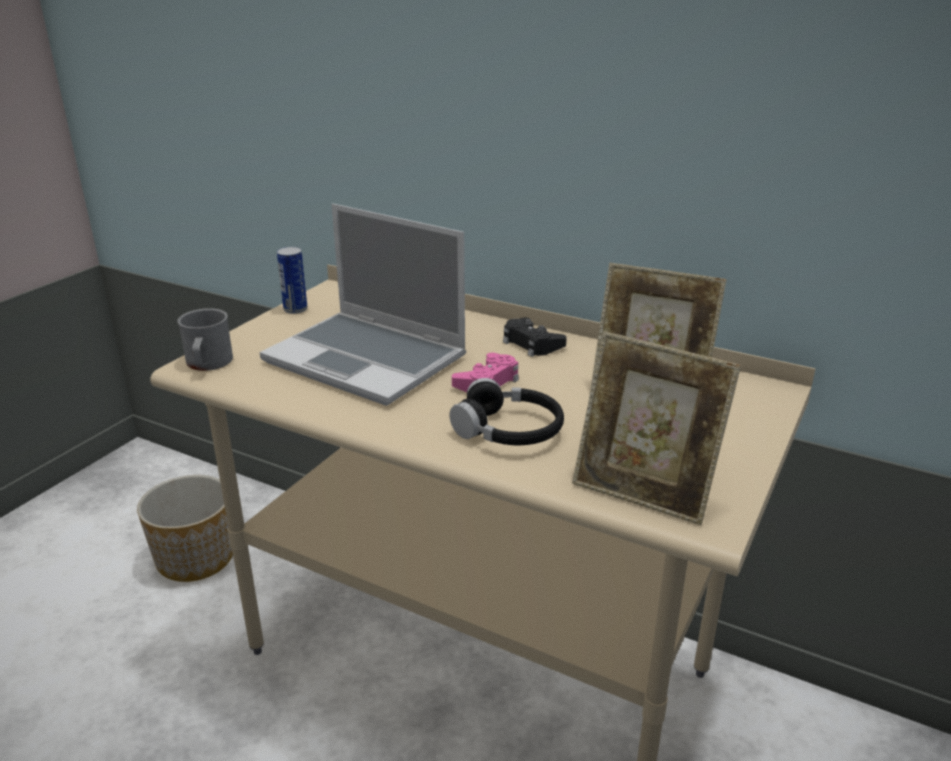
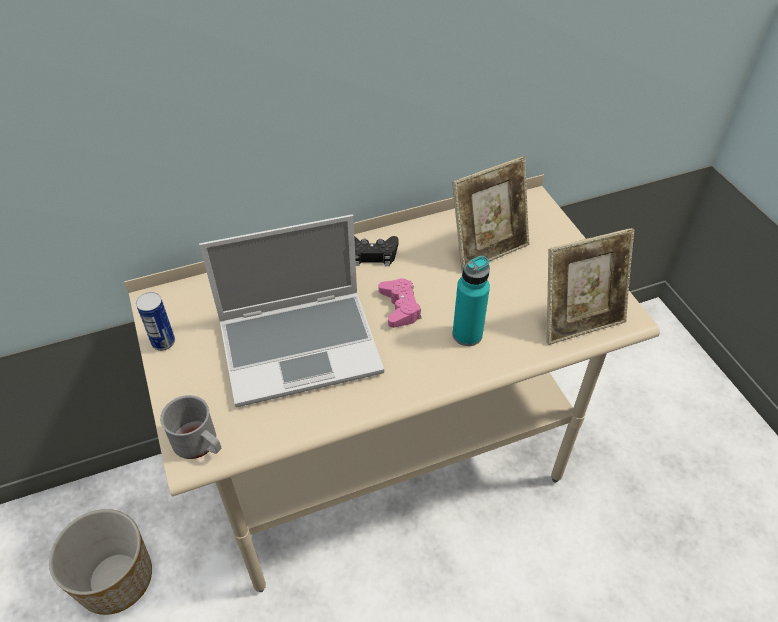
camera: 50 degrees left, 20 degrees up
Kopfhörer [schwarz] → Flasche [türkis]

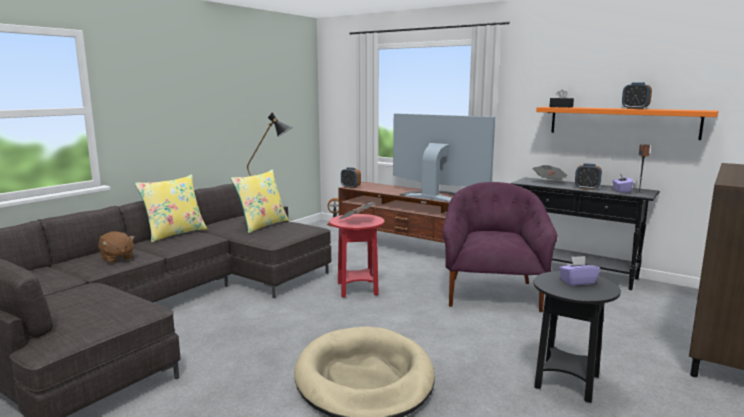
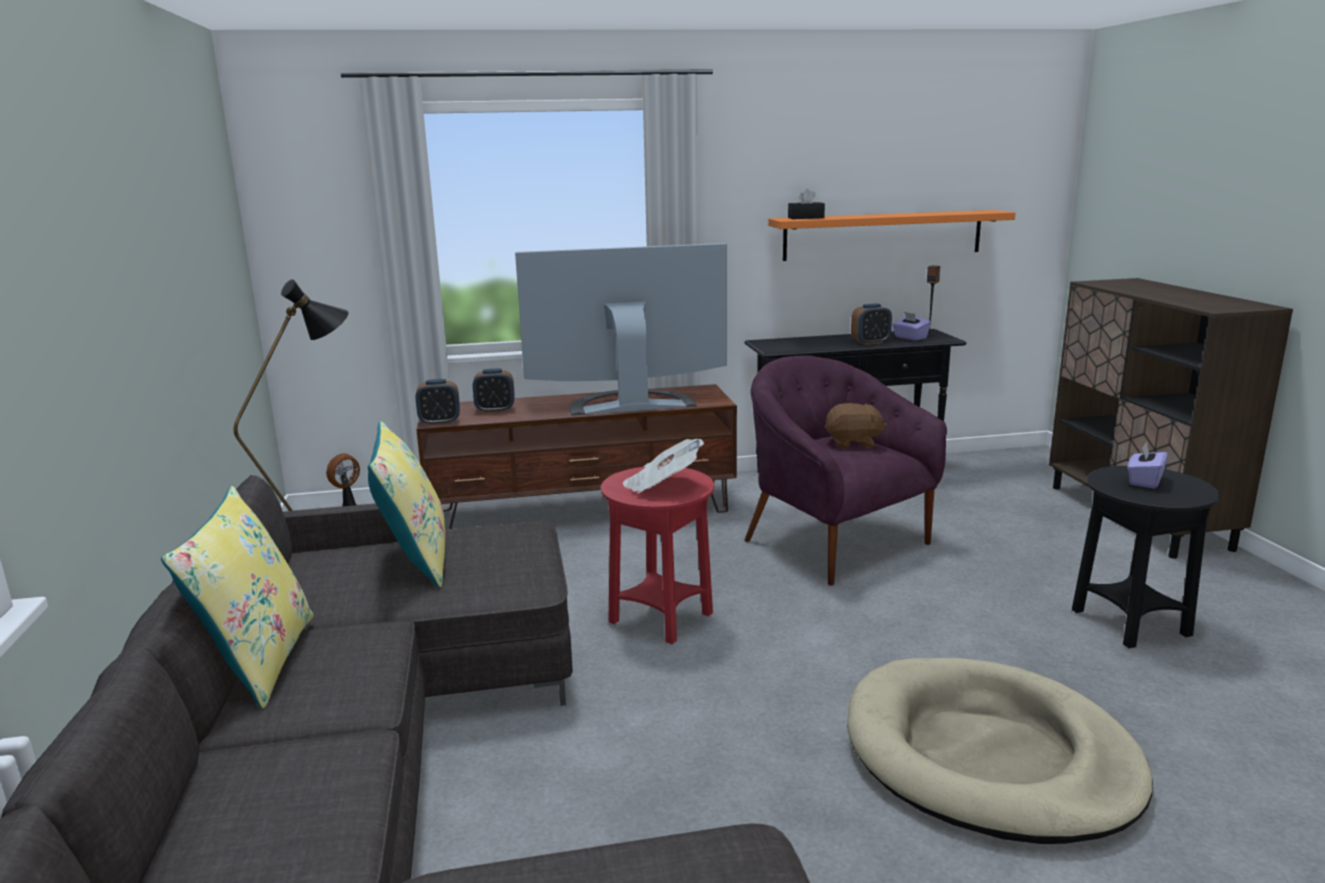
camera: 45 degrees left, 5 degrees up
Wecker (no. 3 from left in the first image) → Wecker (no. 2 from left), relocated
Plüschtier [braun], relocated
Zeitung (no. 2 from left) → -

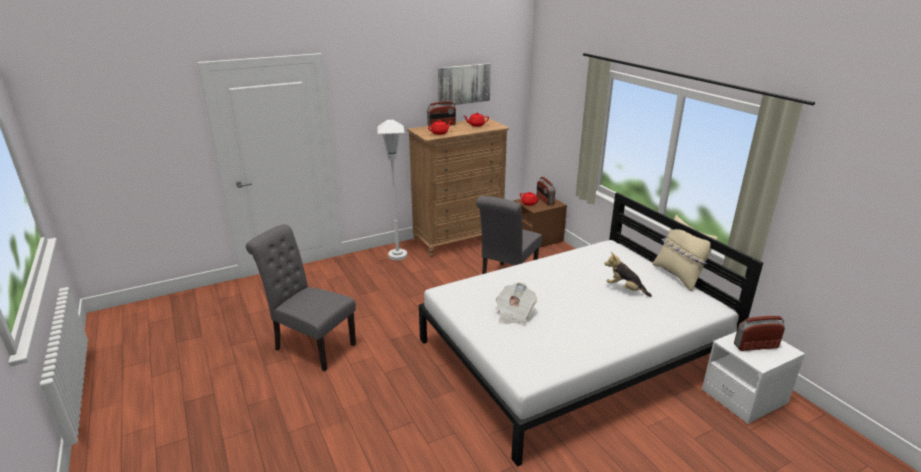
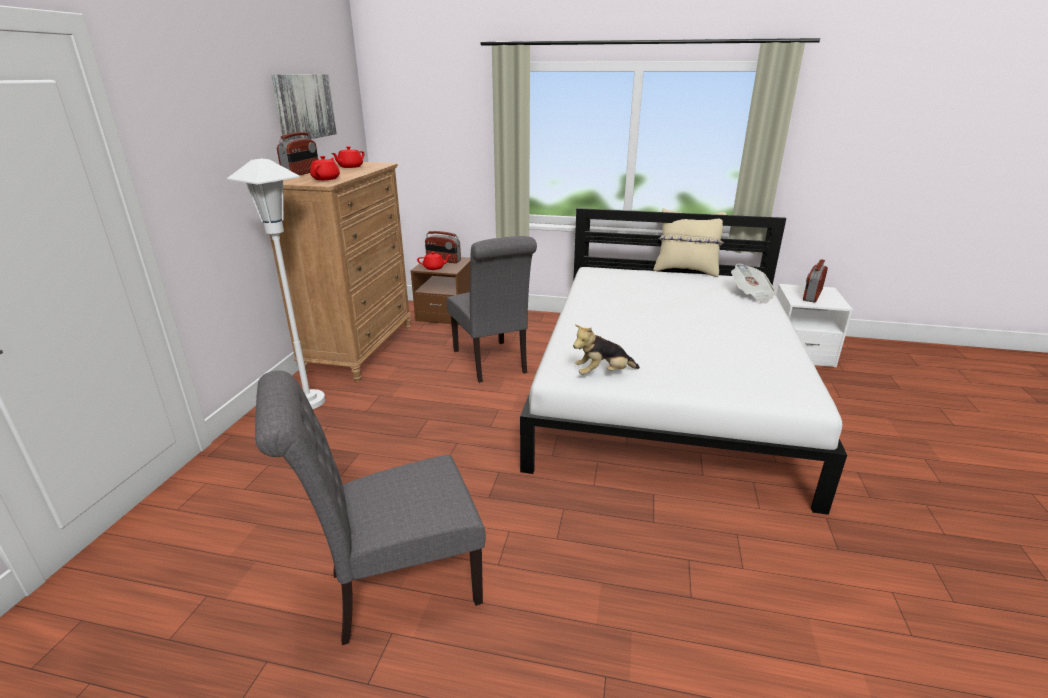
camera: 50 degrees left, 0 degrees up
Plüschtier, relocated
Zeitung, relocated

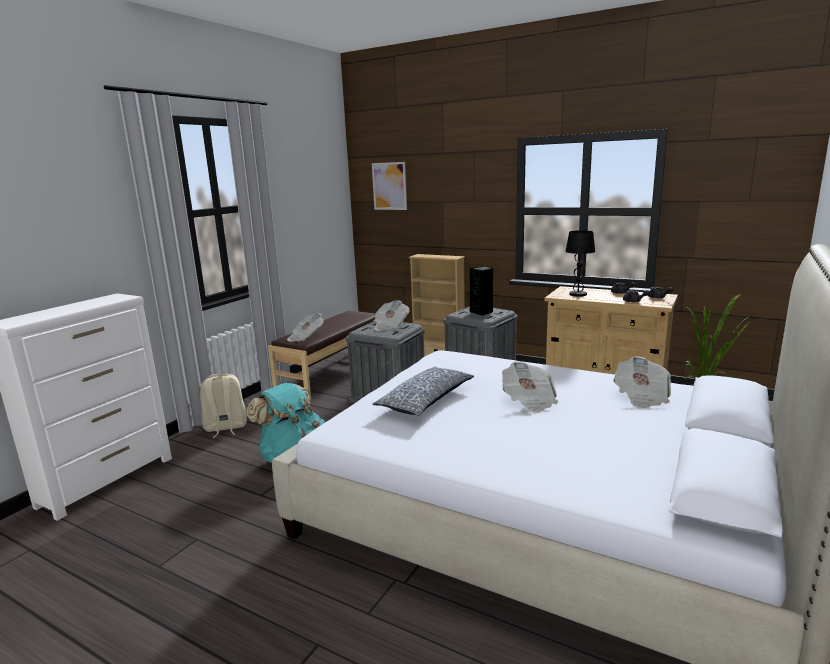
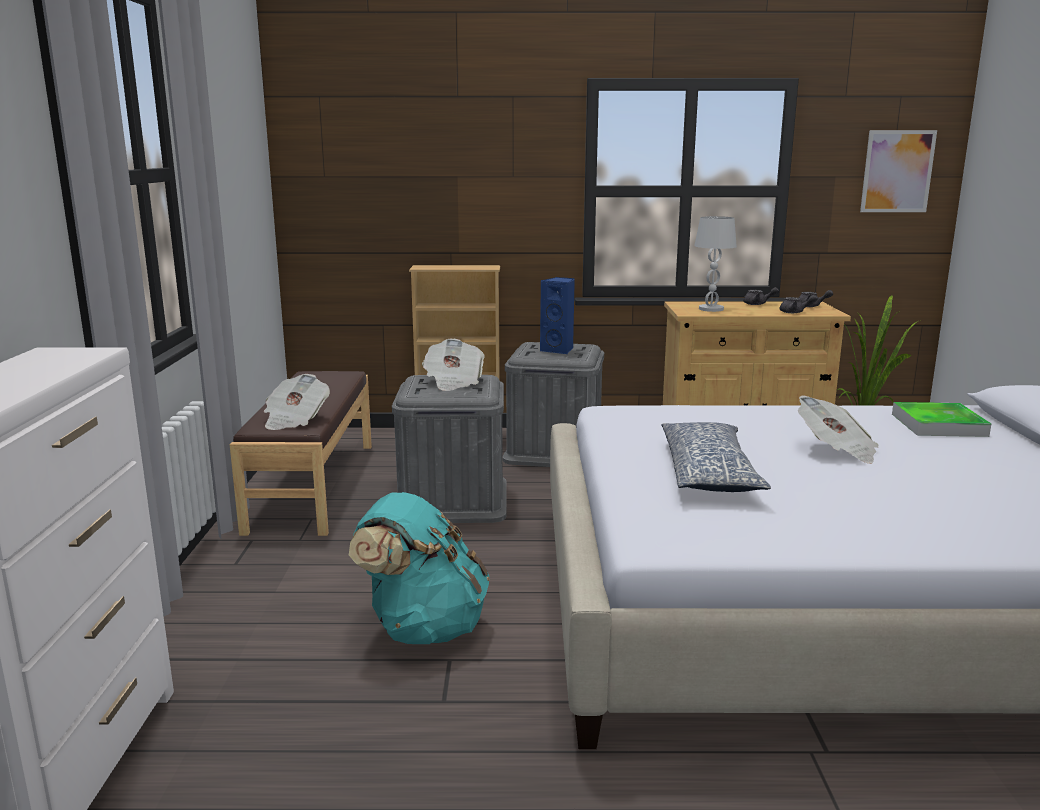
camera: 30 degrees left, 0 degrees up
Lautsprecher [schwarz] → Lautsprecher [blau]
Tischlampe [schwarz] → Tischlampe [weiß]
Bild, relocated
Zeitung (no. 4 from left) → Tablett
Rucksack [beige] → -

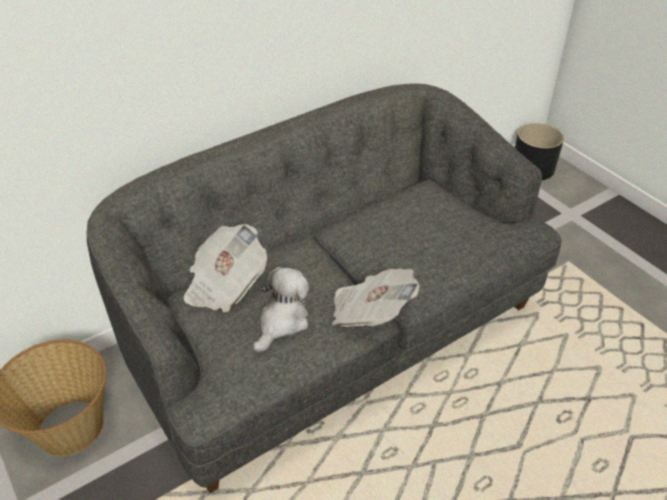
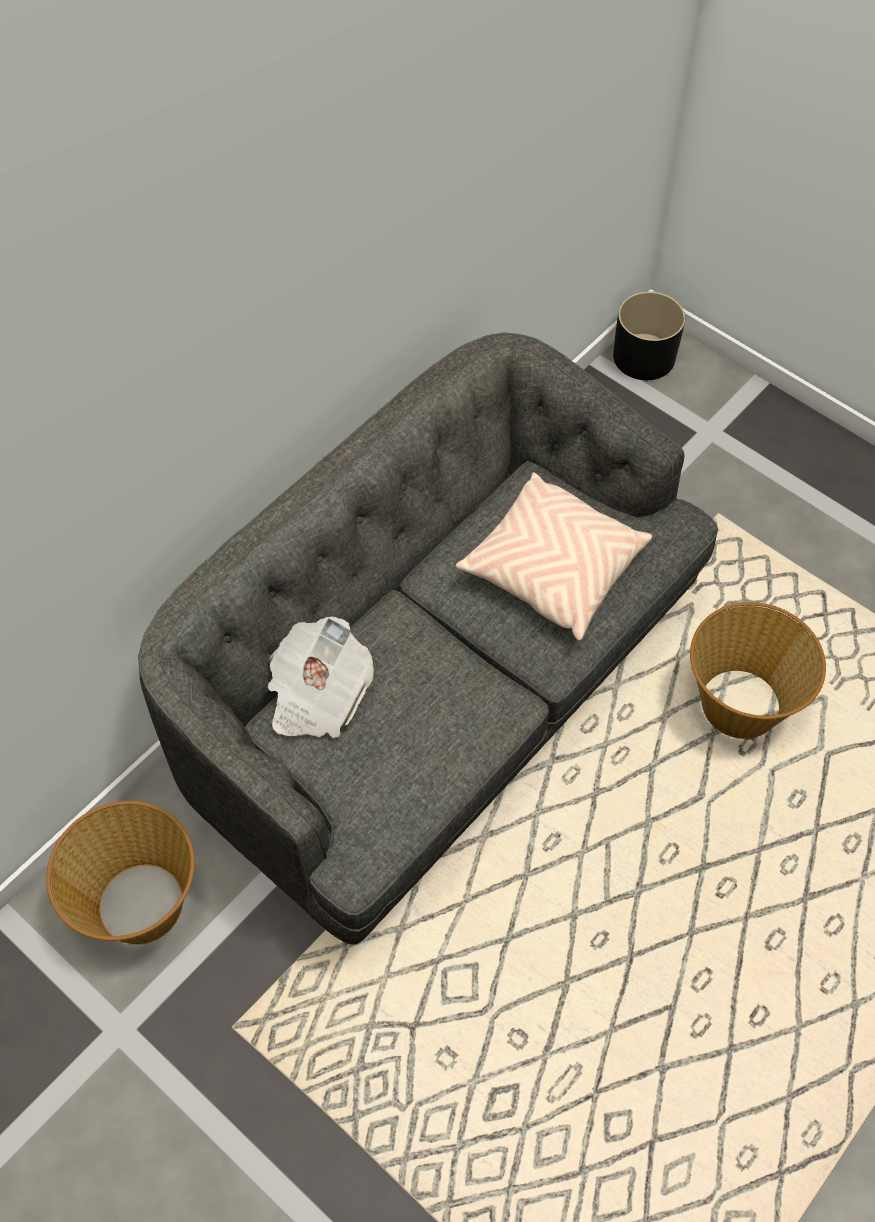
camera: 15 degrees left, 15 degrees up
- → Kissen [beige]
- → Korb (no. 2 from left)
Plüschtier → -
Zeitung (no. 2 from left) → -

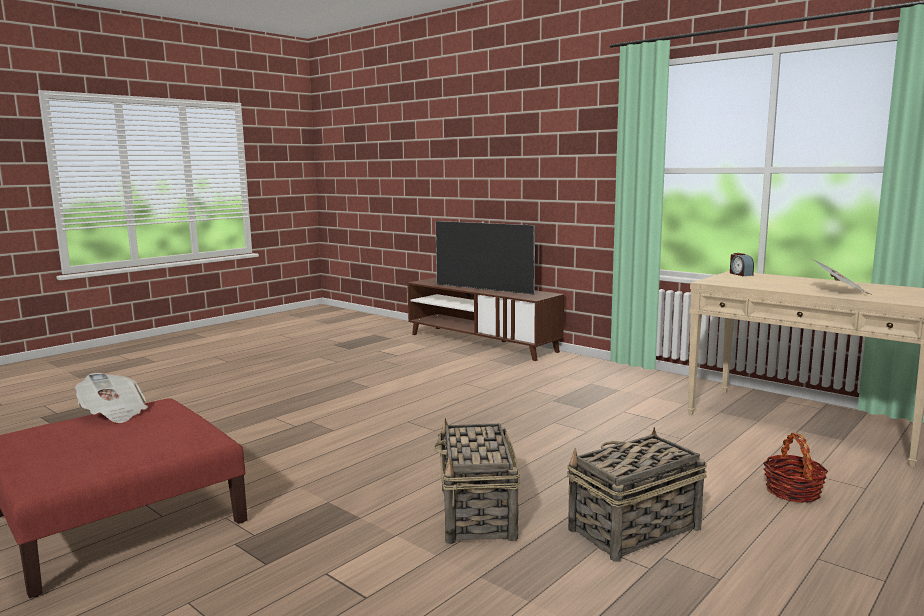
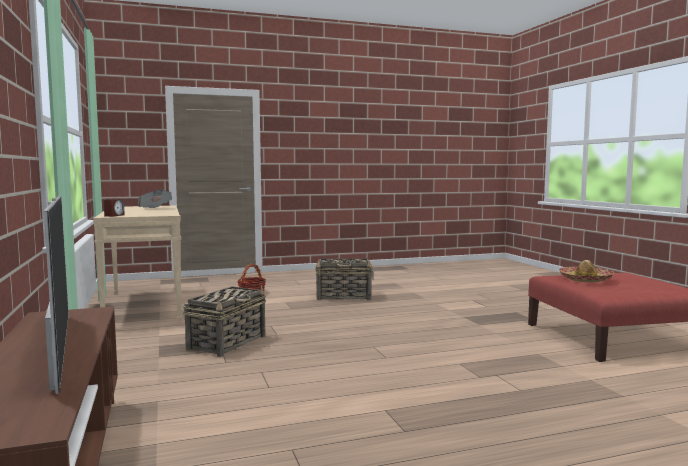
camera: 150 degrees left, 5 degrees down
Korb (no. 1 from left), relocated
- → Hut
Zeitung (no. 1 from left) → -

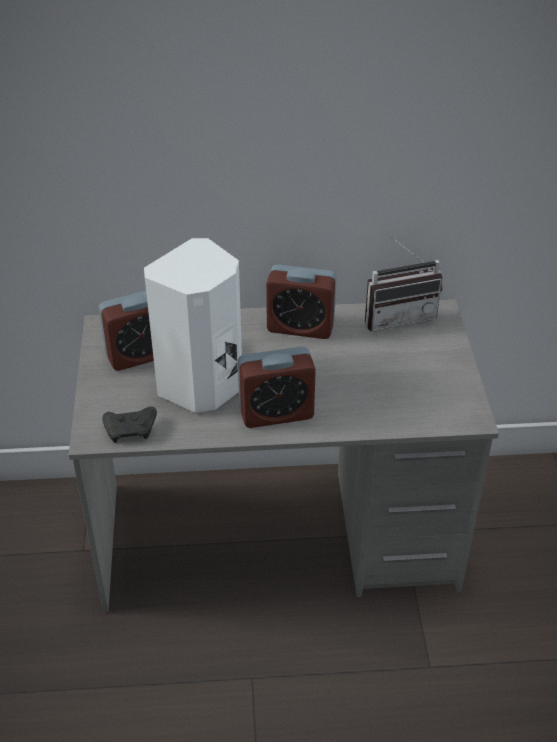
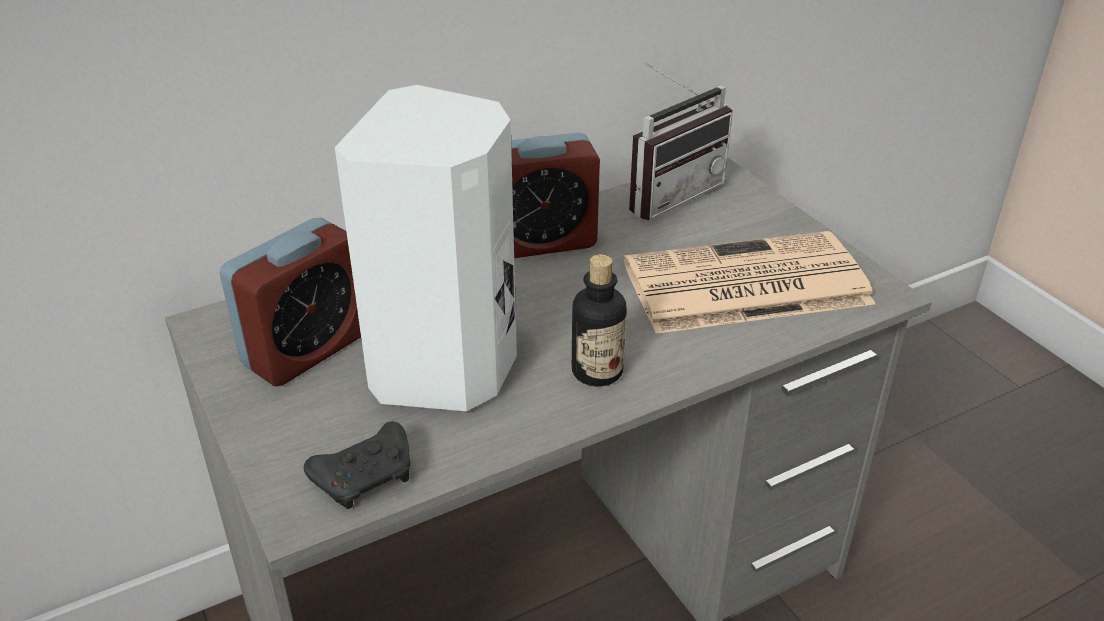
camera: 25 degrees left, 5 degrees down
Wecker (no. 2 from left) → Flasche
- → Zeitung

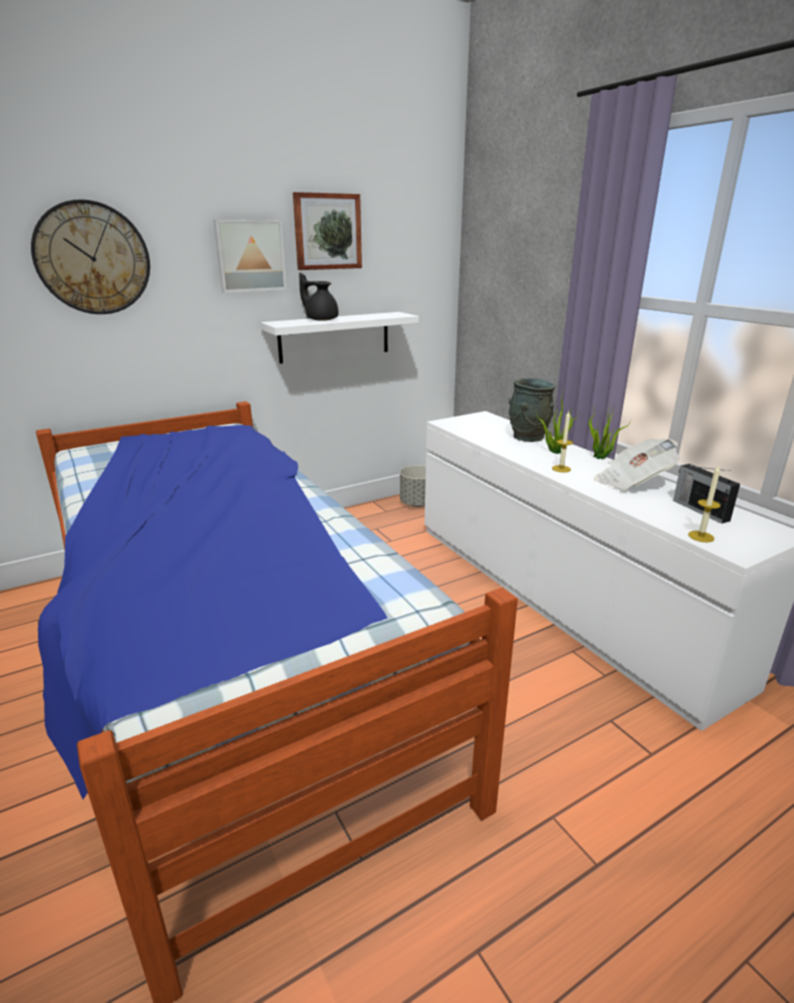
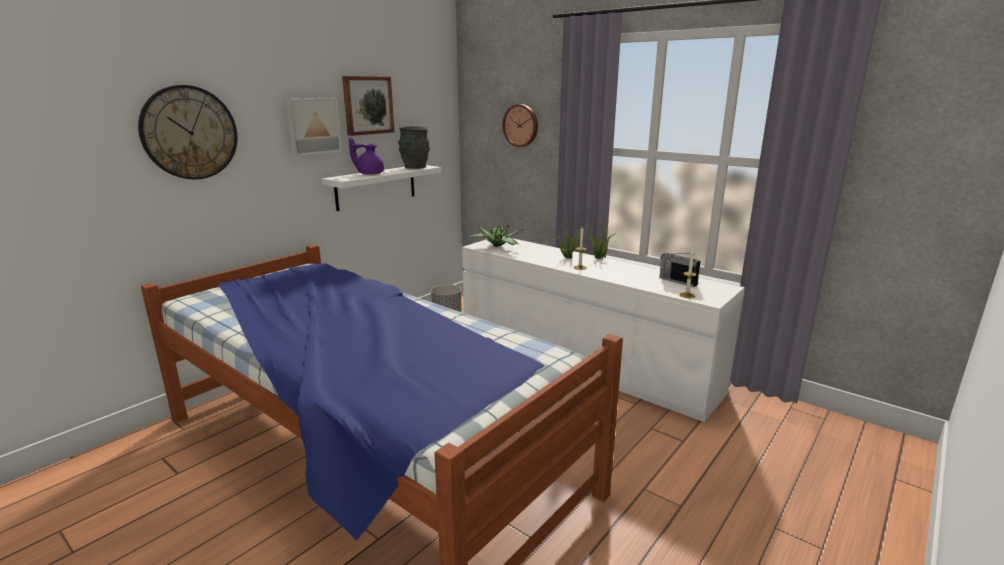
camera: 20 degrees left, 5 degrees down
Teekanne [schwarz] → Teekanne [lila]
Vase [grau], relocated
- → Topfpflanze (no. 1 from left)
- → Wanduhr (no. 2 from left)
Zeitung → -

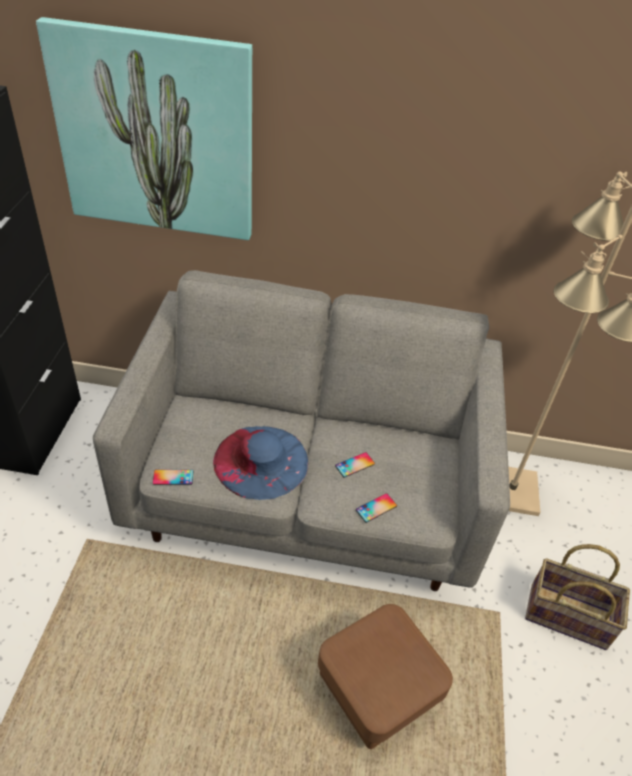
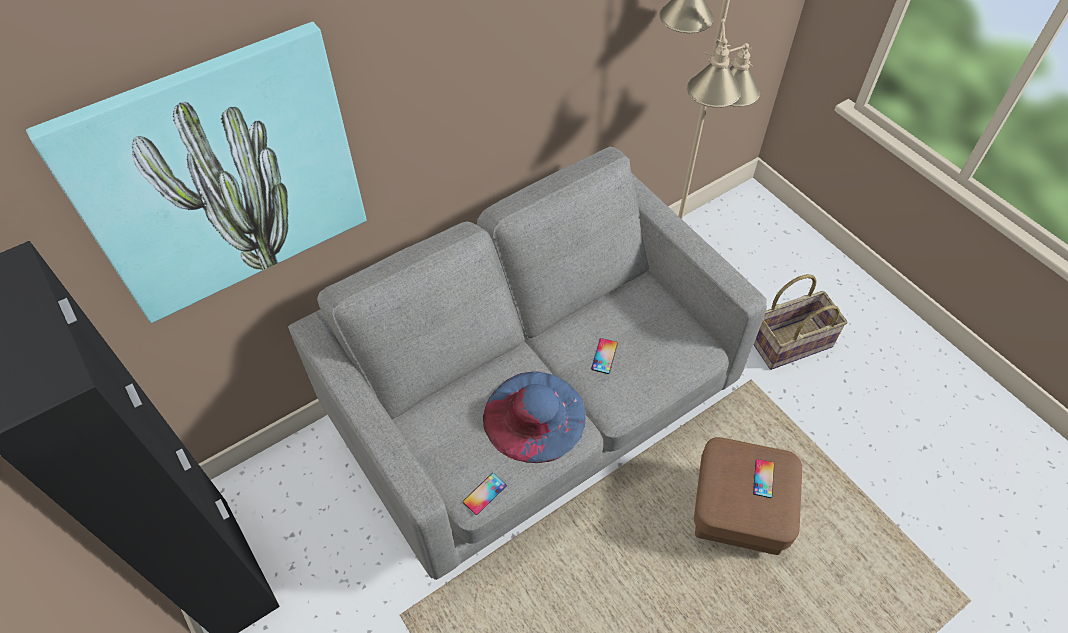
camera: 40 degrees left, 10 degrees up
Handy (no. 3 from left), relocated

